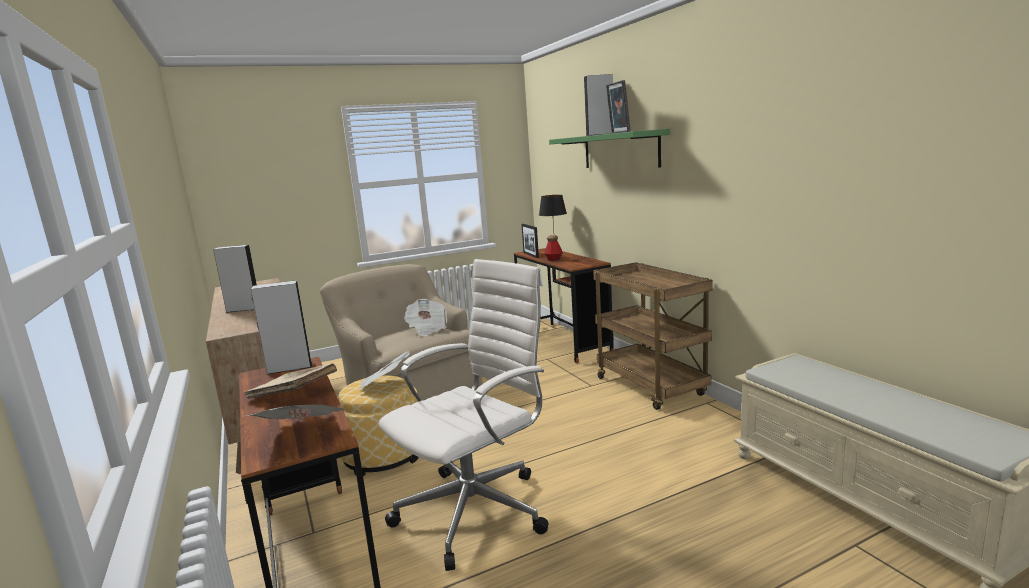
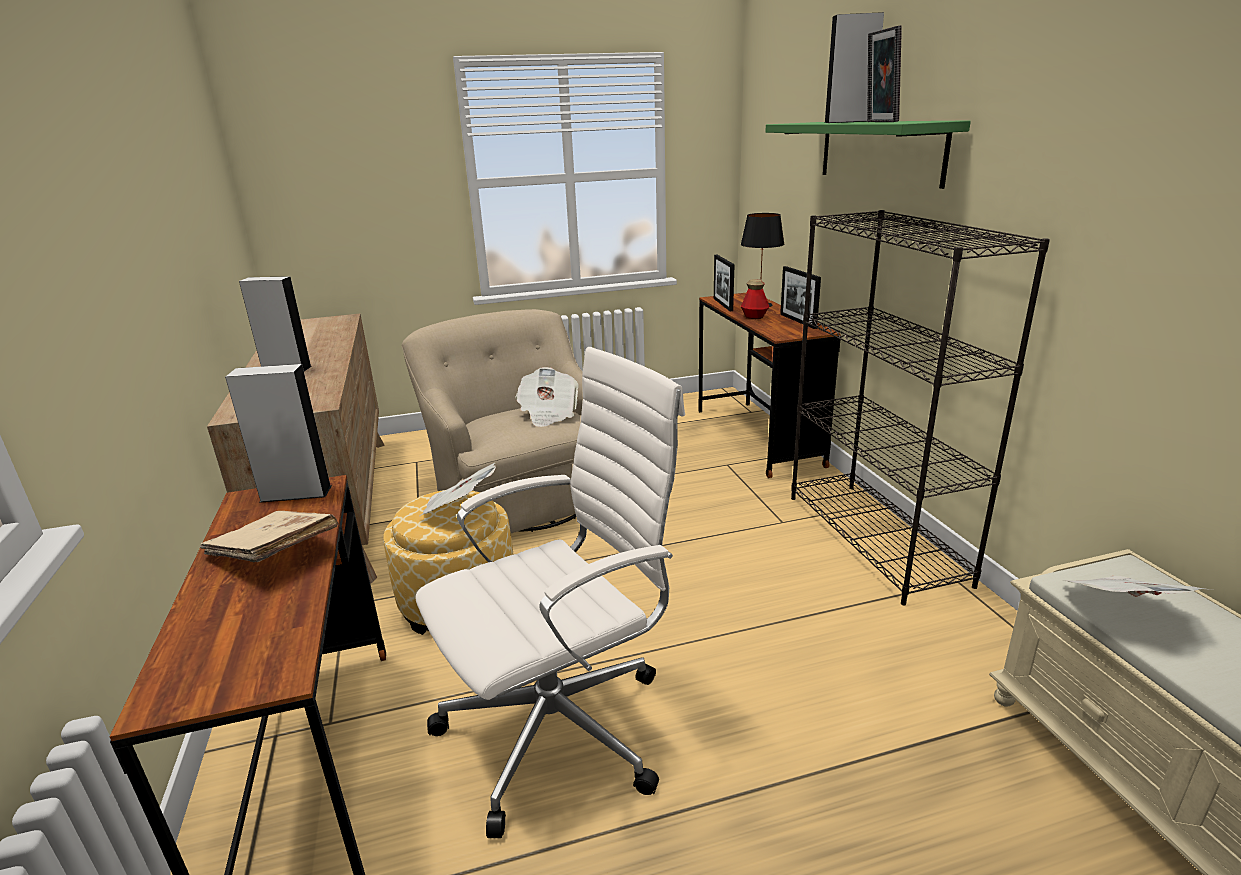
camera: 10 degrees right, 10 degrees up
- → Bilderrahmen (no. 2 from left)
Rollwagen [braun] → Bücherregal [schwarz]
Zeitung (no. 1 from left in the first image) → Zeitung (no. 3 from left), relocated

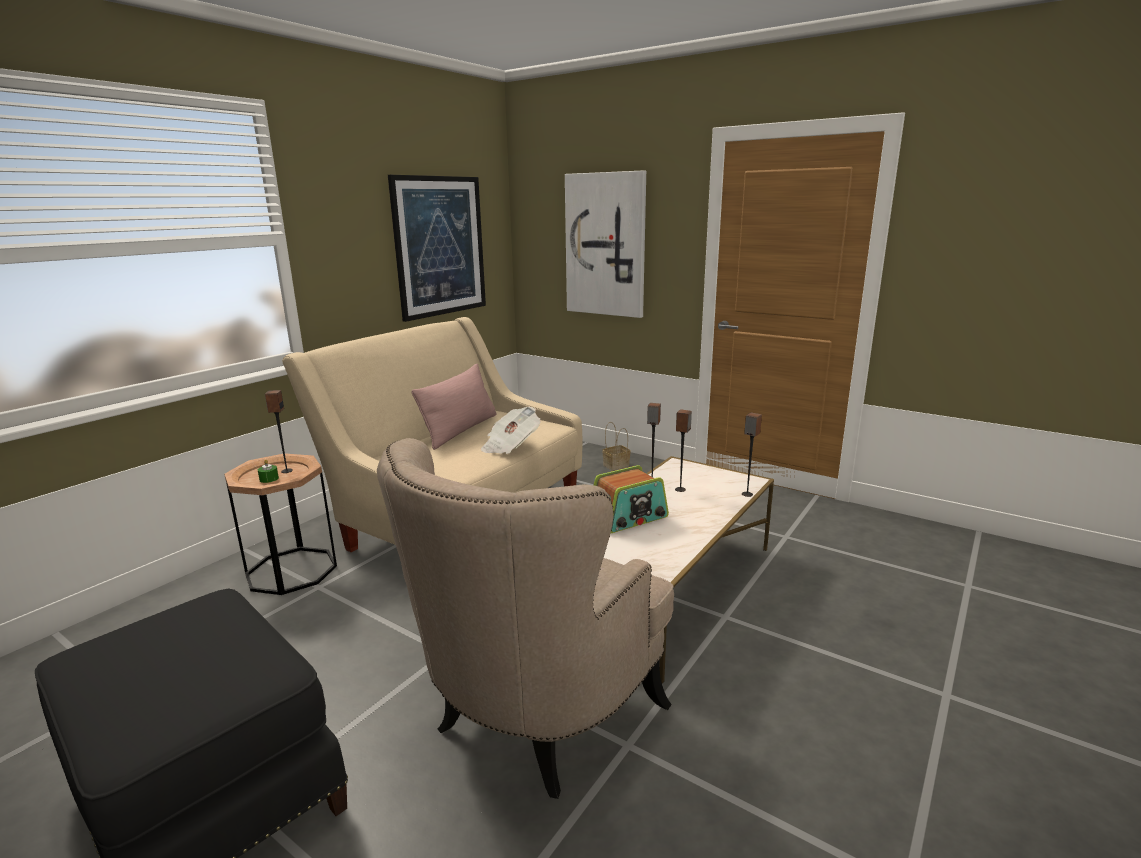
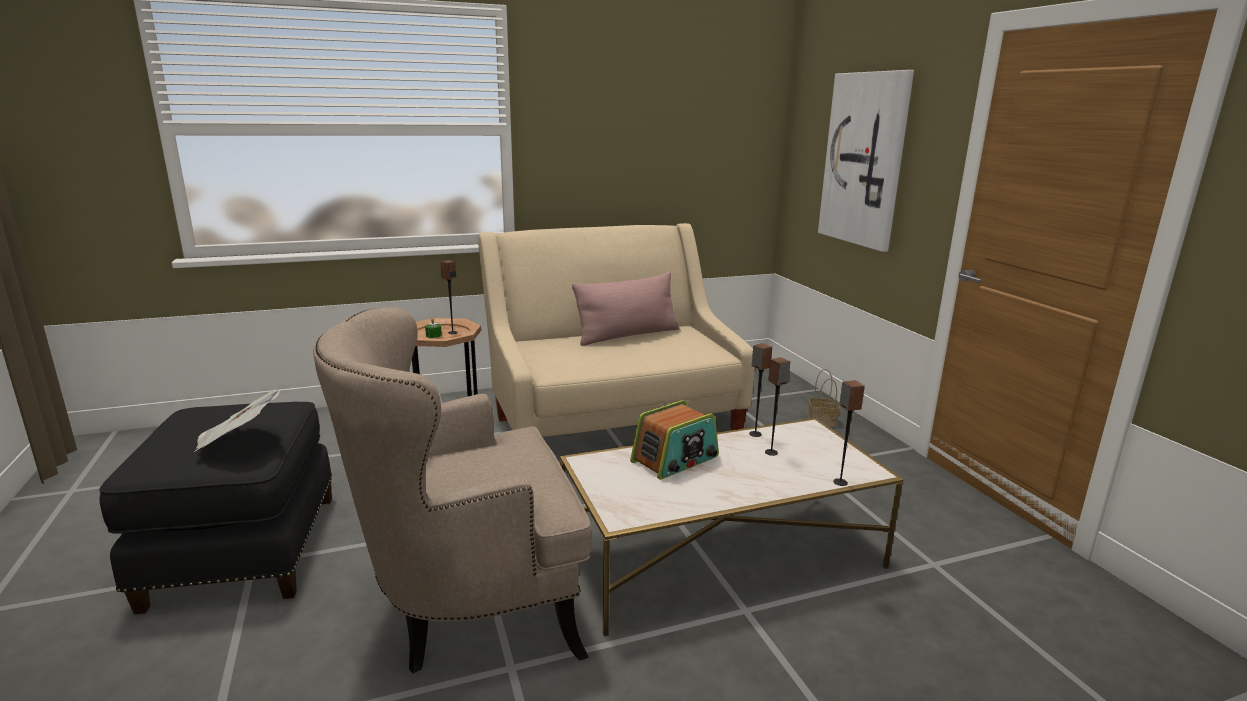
camera: 35 degrees right, 0 degrees up
Zeitung, relocated
Radio, 45 degrees counterclockwise
Bild (no. 1 from left) → -

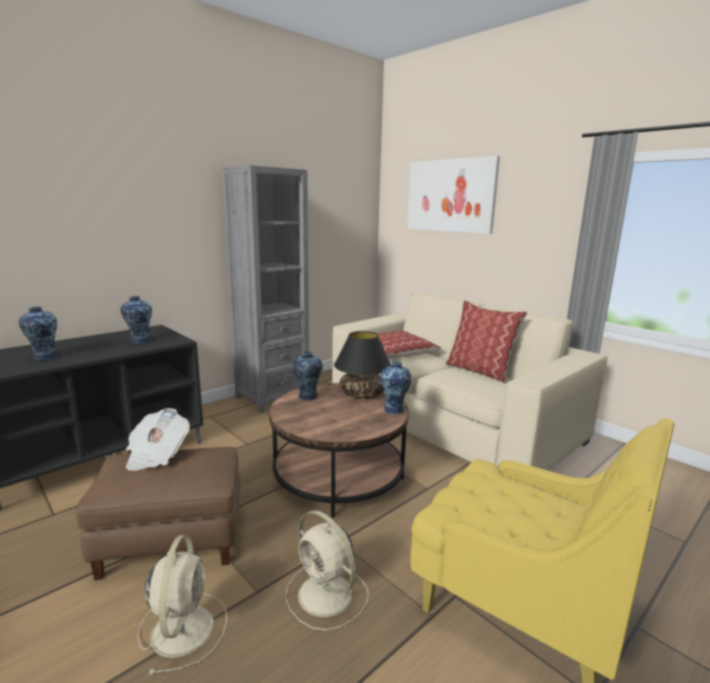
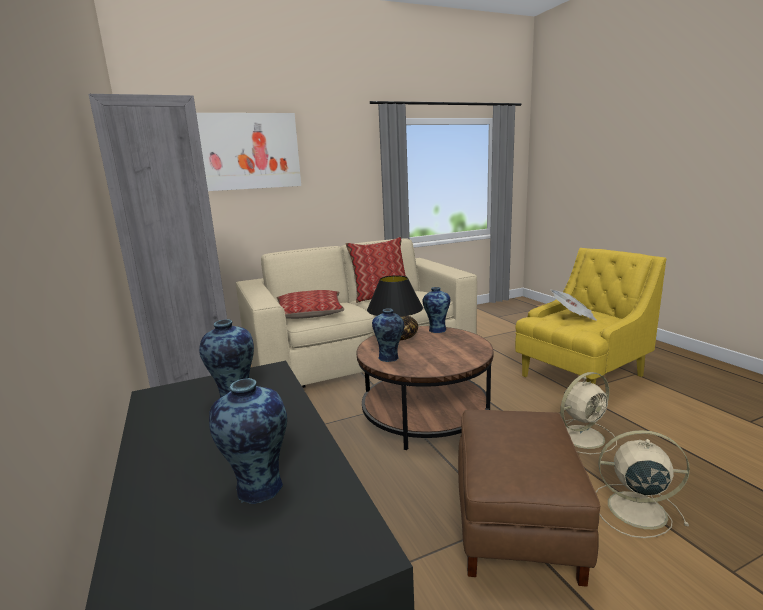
camera: 70 degrees left, 0 degrees up
Zeitung, relocated

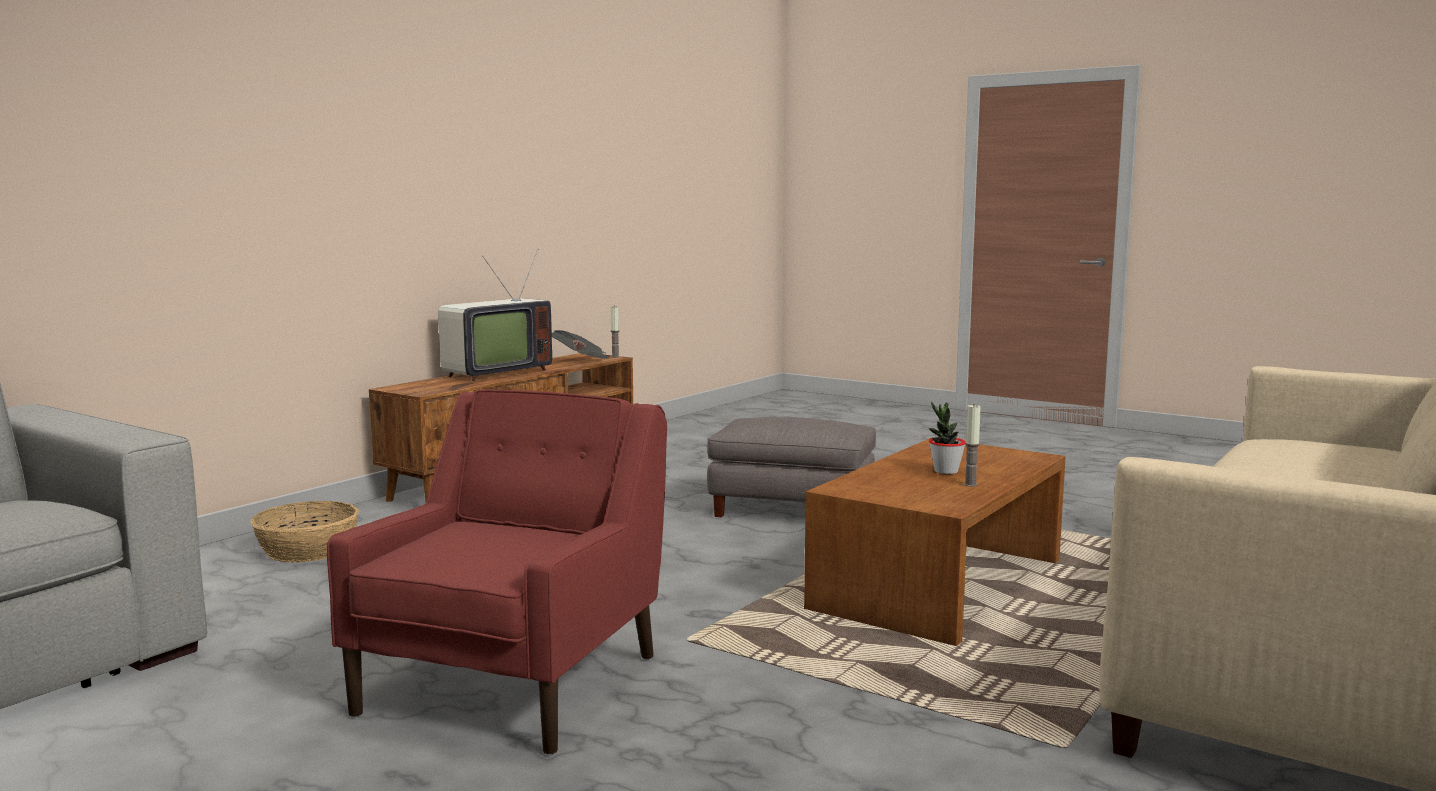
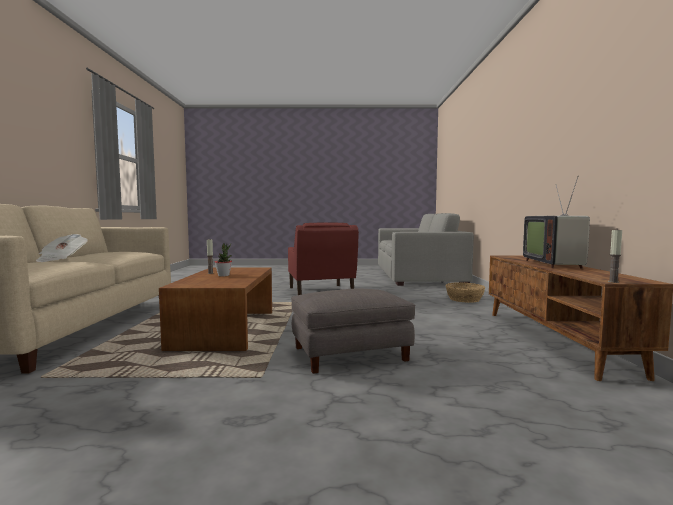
camera: 145 degrees right, 5 degrees down
Zeitung, relocated

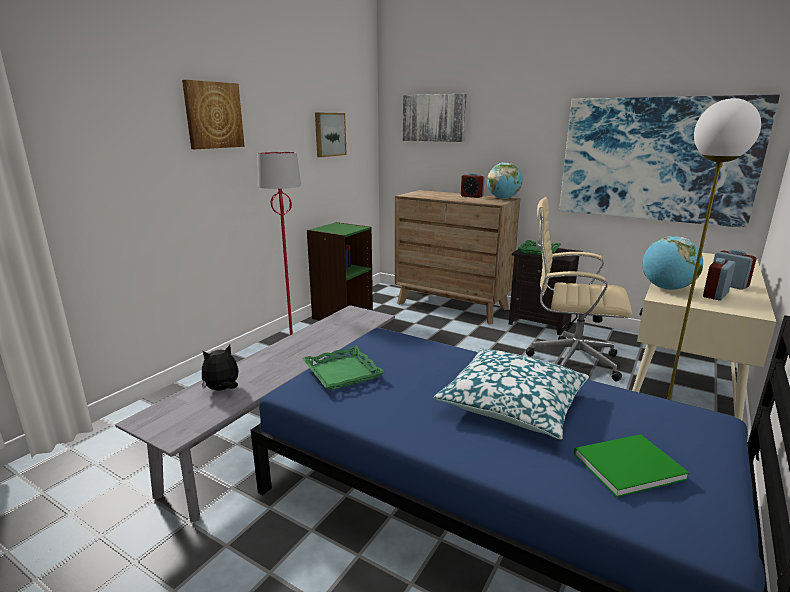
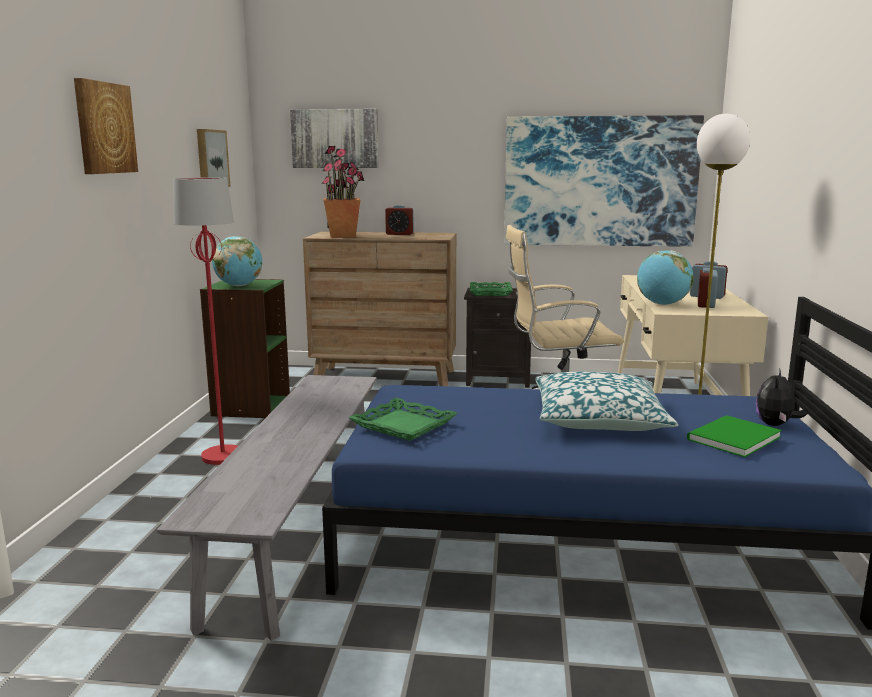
camera: 25 degrees left, 5 degrees down
Globus (no. 1 from left), relocated
- → Topfpflanze
Plüschtier, relocated

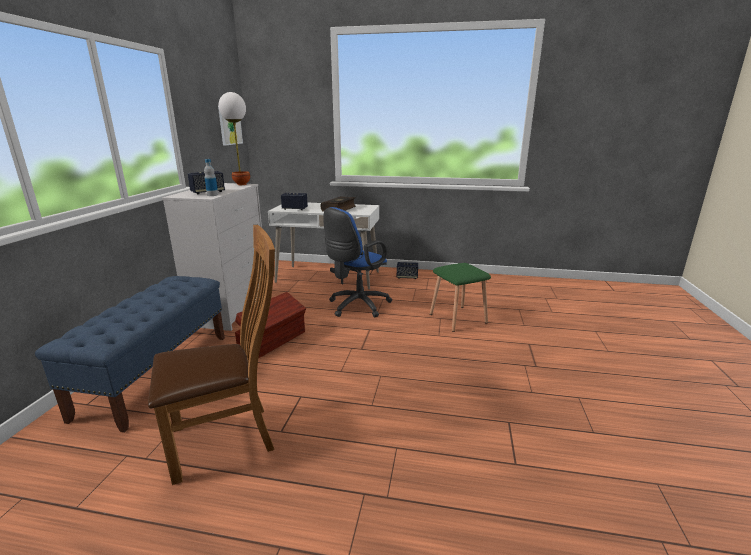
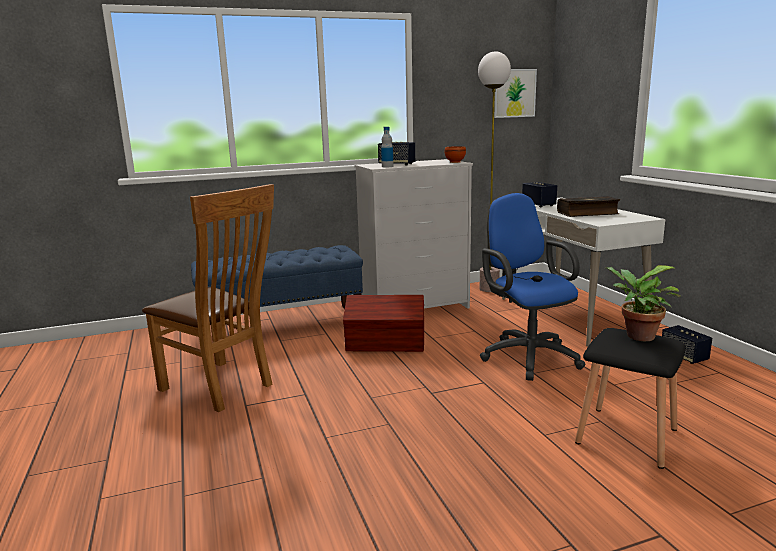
camera: 60 degrees right, 5 degrees down
Bürostuhl [blau], 60 degrees clockwise
Hocker [grün] → Hocker [schwarz]
- → Topfpflanze

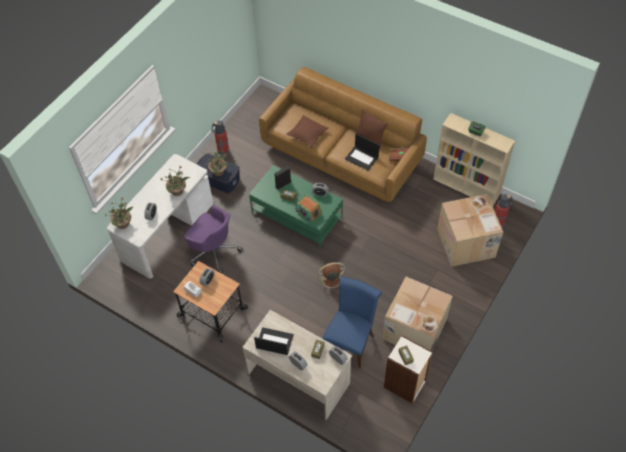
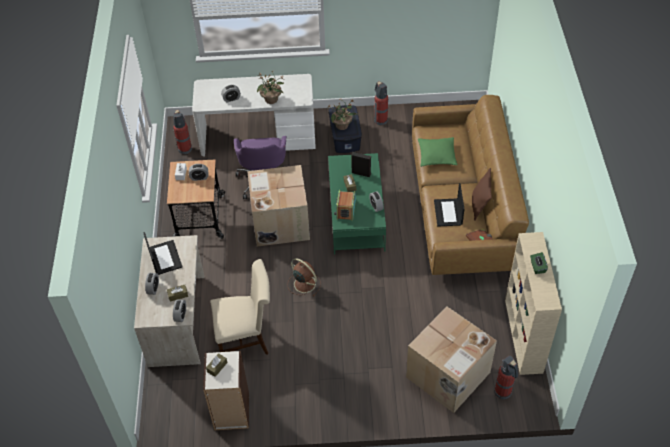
camera: 55 degrees right, 5 degrees down
- → Feuerlöscher (no. 1 from left)
Stuhl [blau] → Stuhl [beige]
Karton (no. 1 from left), relocated
Kissen [braun] (no. 1 from left) → Kissen [grün]
Topfpflanze (no. 1 from left) → -

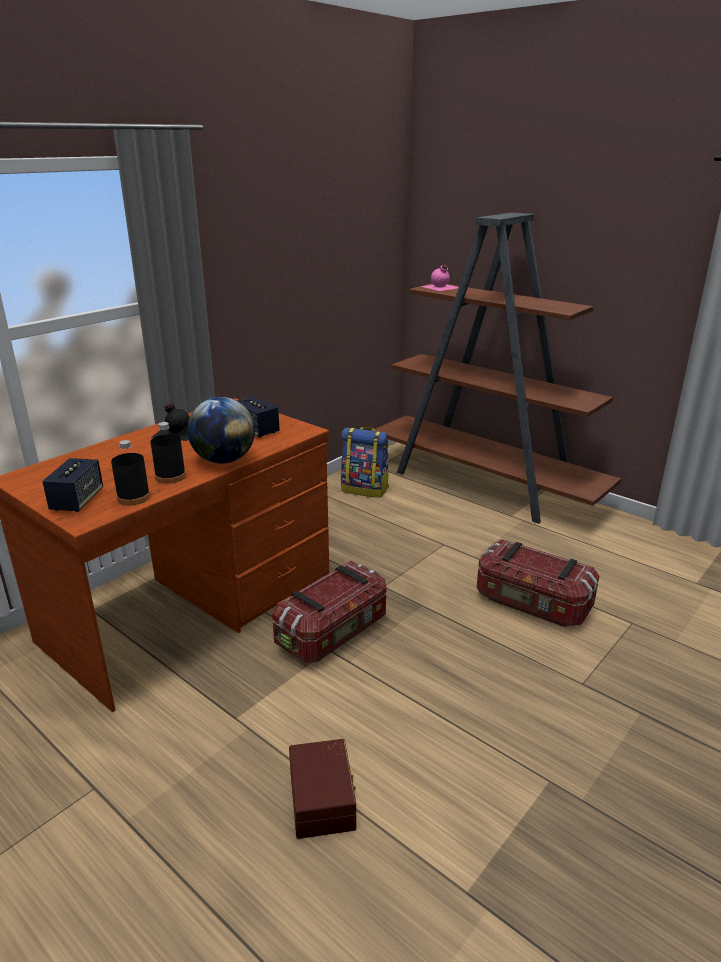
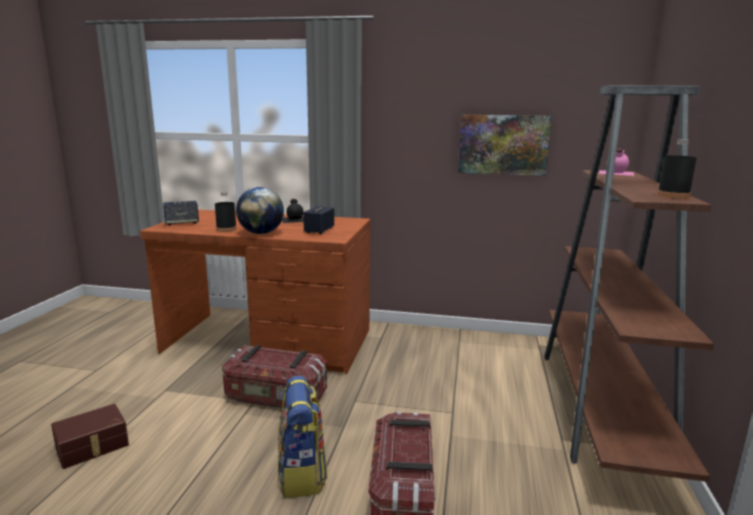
camera: 60 degrees right, 10 degrees down
Rucksack, relocated
- → Bild
Flasche [schwarz] (no. 1 from left in the first image) → Flasche [schwarz] (no. 3 from left), relocated

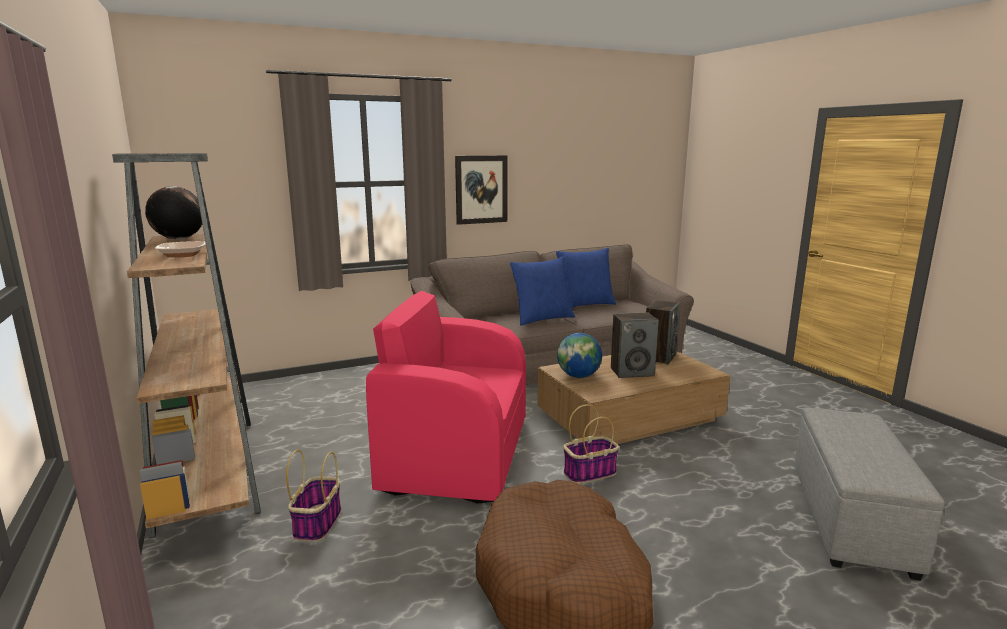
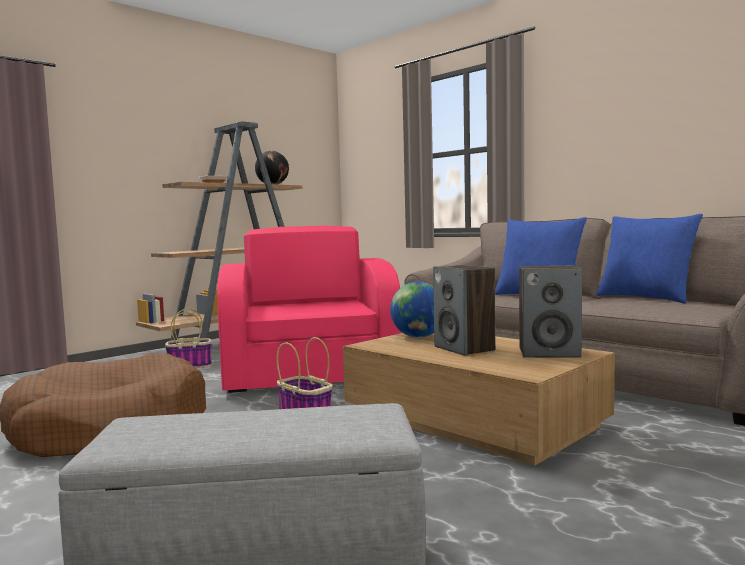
camera: 70 degrees right, 10 degrees down
Bild → -

